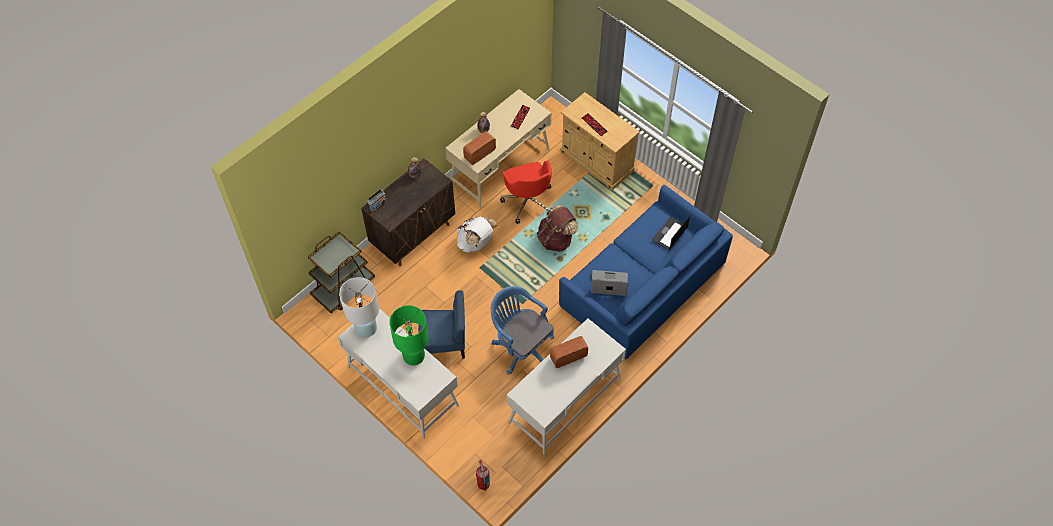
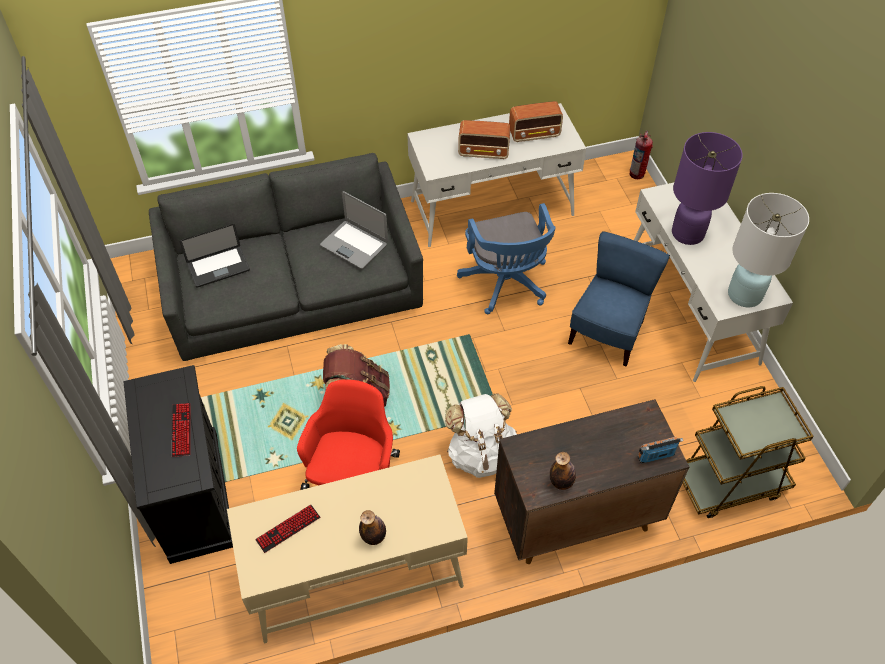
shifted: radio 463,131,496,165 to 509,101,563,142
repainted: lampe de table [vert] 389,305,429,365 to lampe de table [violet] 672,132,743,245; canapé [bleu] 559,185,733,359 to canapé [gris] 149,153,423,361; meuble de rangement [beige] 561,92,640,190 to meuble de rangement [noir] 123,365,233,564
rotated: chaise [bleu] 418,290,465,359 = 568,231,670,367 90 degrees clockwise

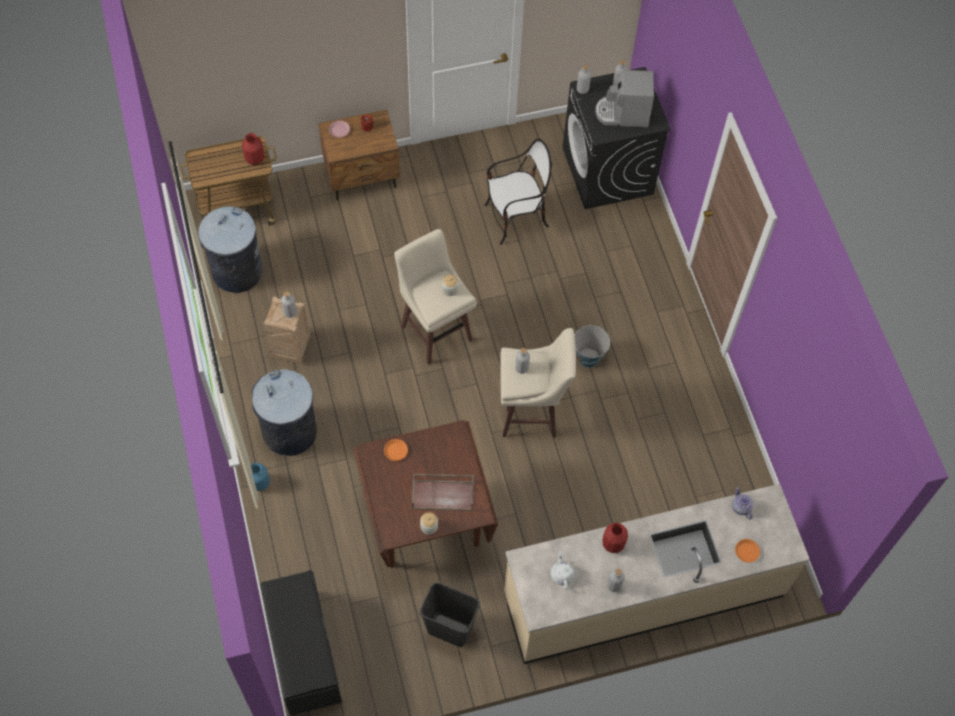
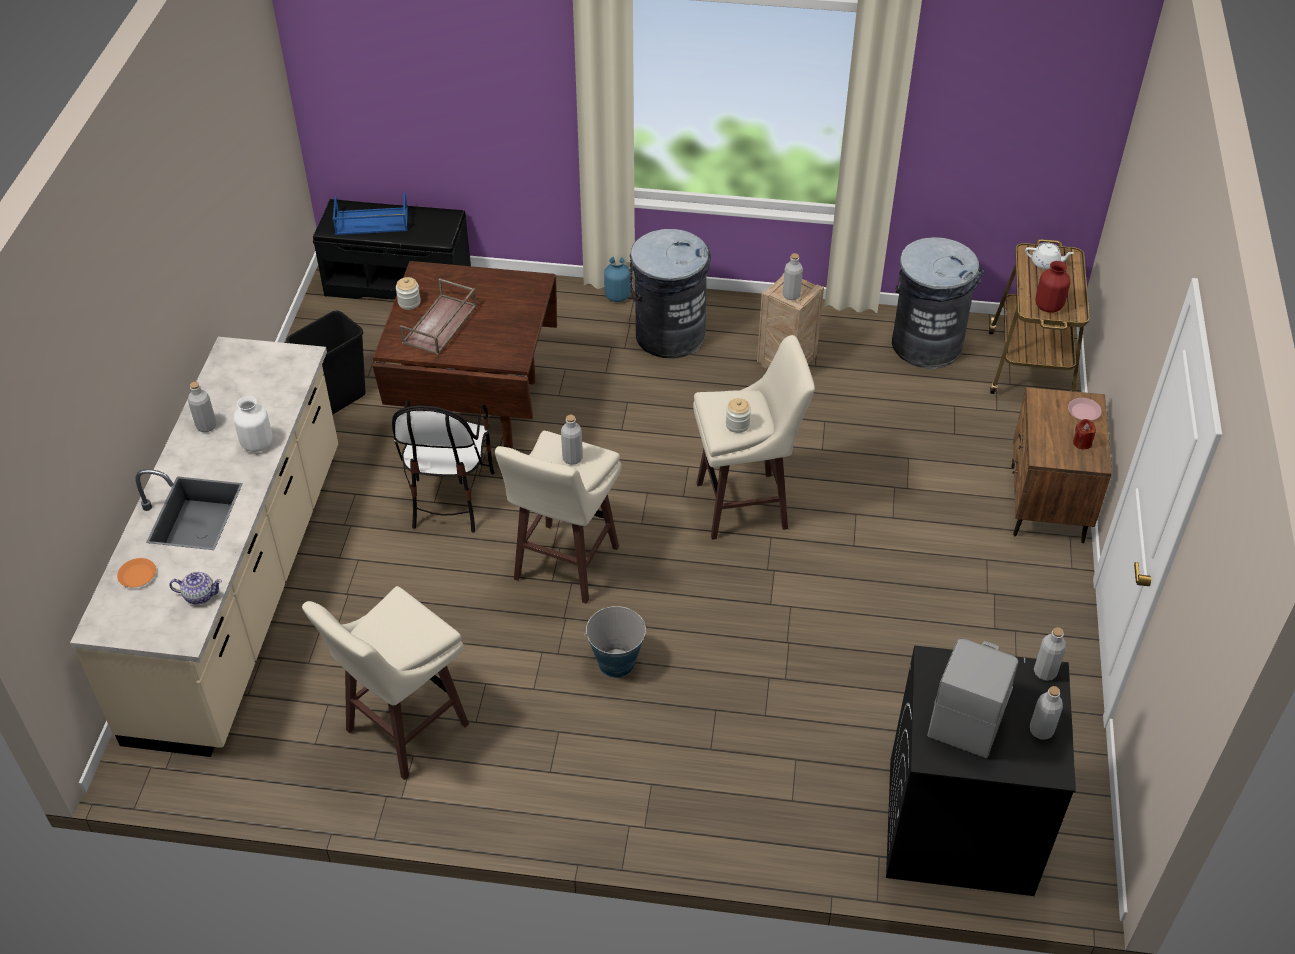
gone: assiette [orange] 384,439,408,461
new: tabouret [beige] 302,586,469,780; plateau [bleu] 333,193,408,235
shifted: chaise 485,139,552,245 to 392,400,495,533; théière [blanc] 551,551,575,589 to 1025,242,1074,270
repainted: vase [rouge] 602,523,628,553 to vase [blanc] 234,396,273,452

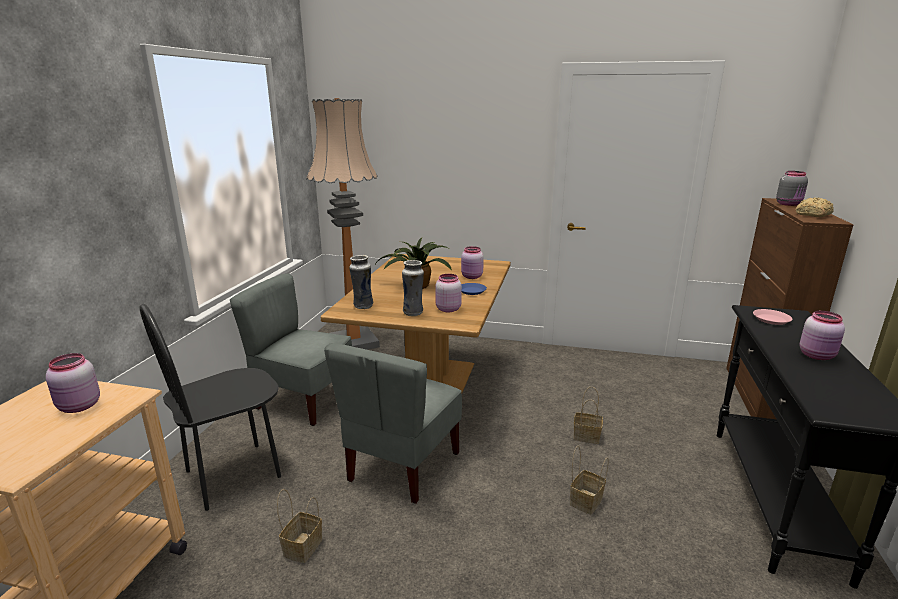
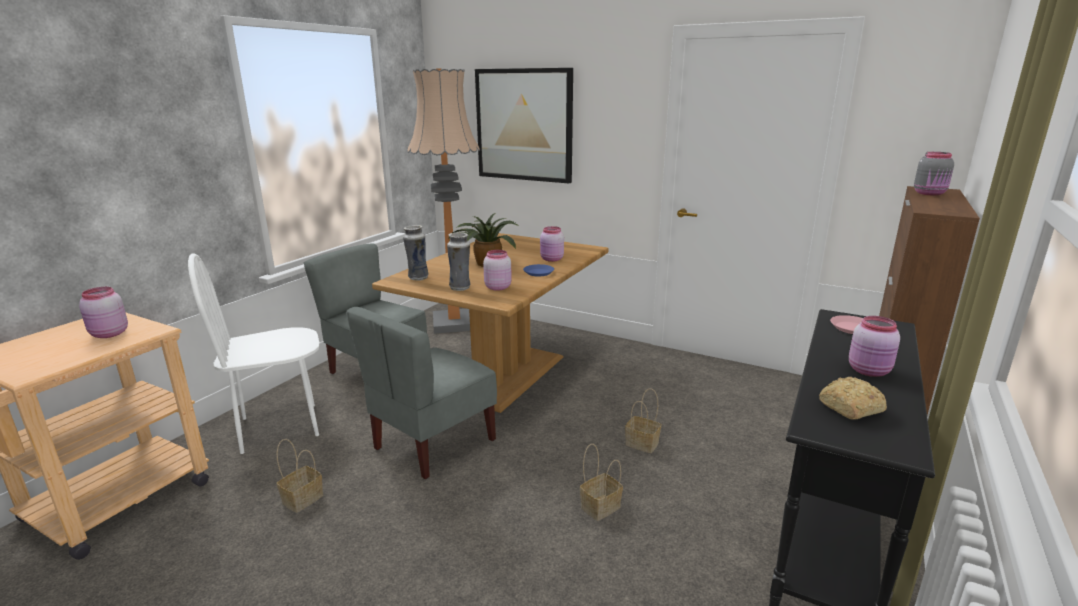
new: tableau 475,68,573,183
shifted: pain 795,197,834,217 to 819,377,887,420
repainted: chaise [noir] 139,304,281,511 to chaise [blanc] 188,253,319,454

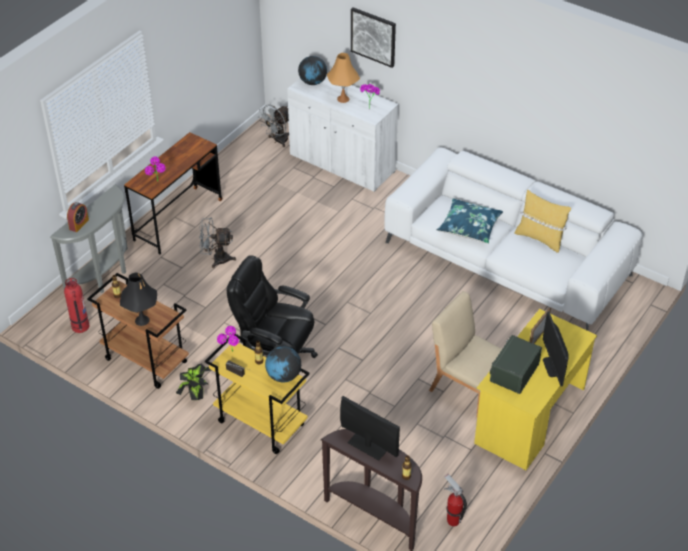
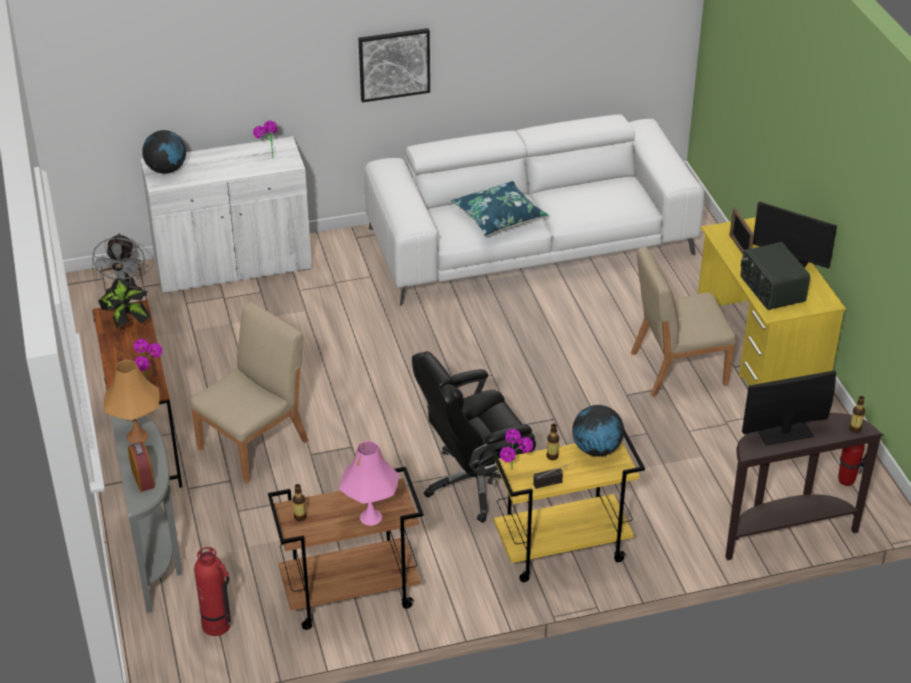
gone: coussin [jaune] 514,190,571,253
shifted: plante en pot 176,363,212,400 to 98,278,150,329; lampe de table [orange] 327,53,360,103 to 104,360,160,444; tableau 351,7,396,68 to 358,28,430,103
swapped: ventilateur [gris] 199,218,236,268 to chaise [beige] 190,302,309,484
repainted: lampe de table [noir] 120,273,157,326 to lampe de table [rose] 339,441,399,526

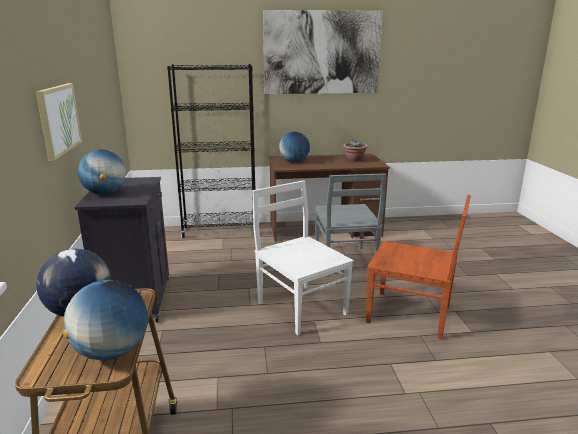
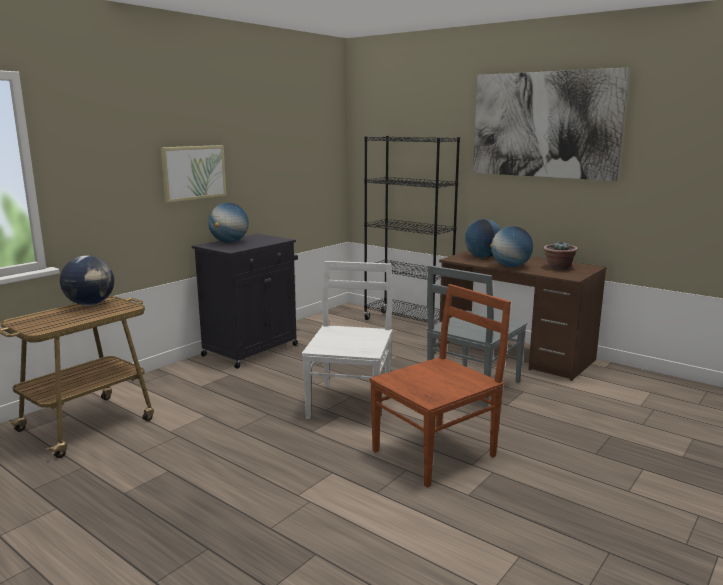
shifted: globe 63,280,148,360 to 490,226,533,267
rotated: chaise [marron] 366,195,471,339 = 369,284,511,487 105 degrees counterclockwise

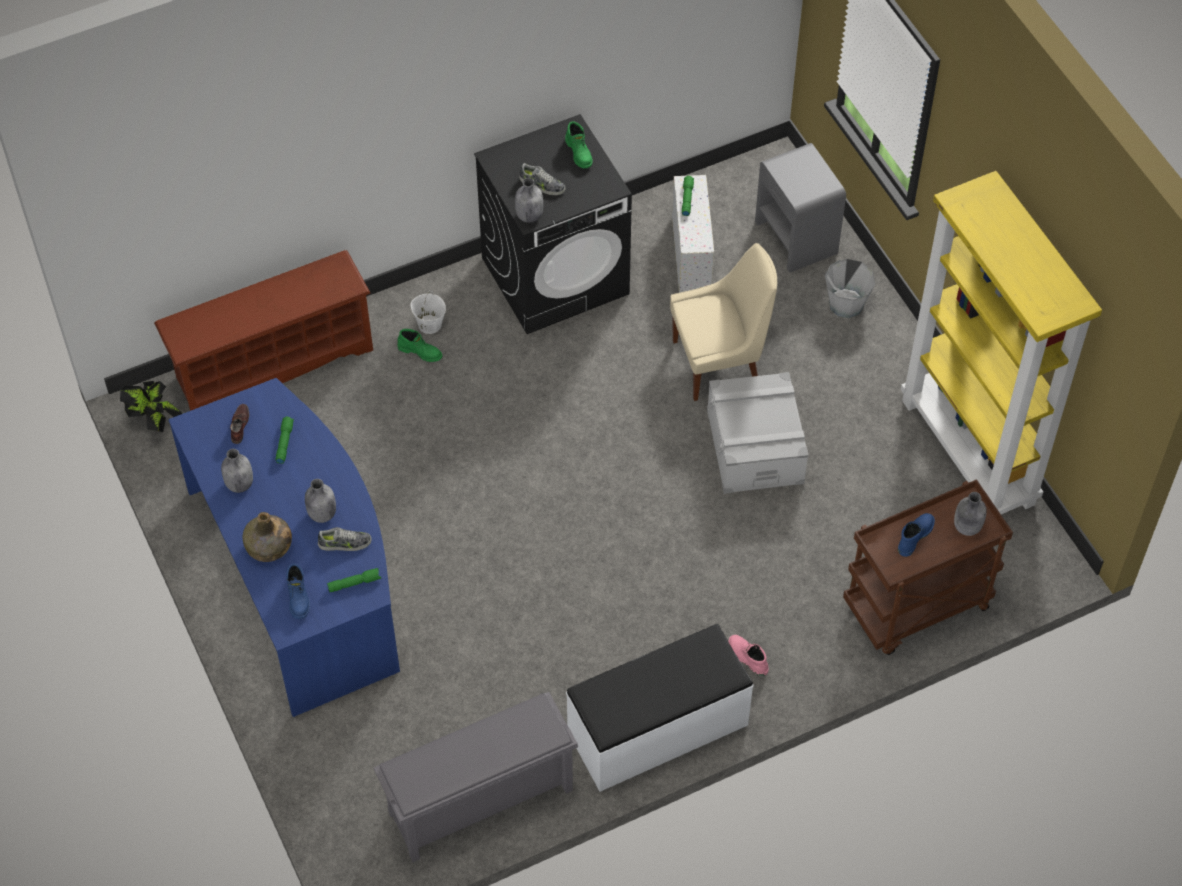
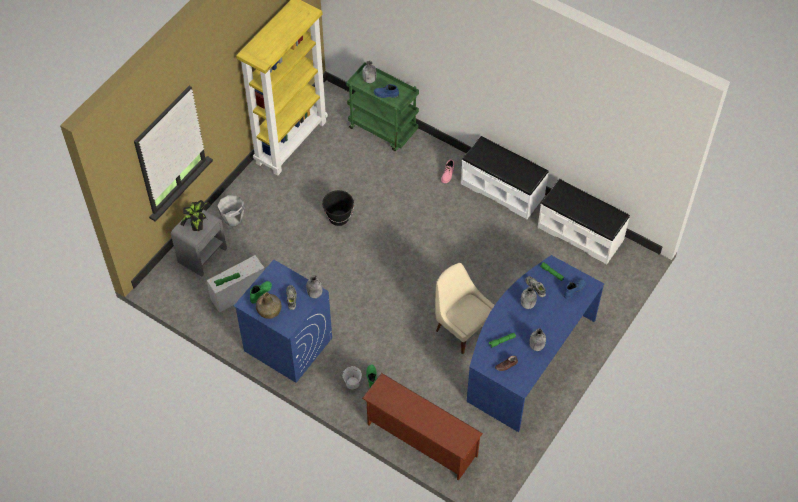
shifted: plante en pot 120,381,182,432 to 180,200,211,231; bouteille [vert] 243,512,292,562 to 256,292,281,319; chaise [beige] 670,243,777,401 to 435,263,495,354
swapped: étagère à chaussures [gris] 374,692,578,862 to banc [blanc] 537,179,630,264; boîte de rangement [gris] 707,372,809,494 to seau [noir] 322,190,354,226
repainted: lave-linge [noir] 474,114,632,334 to lave-linge [bleu] 234,260,332,383; chariot [marron] 843,479,1013,655 to chariot [vert] 346,62,419,151

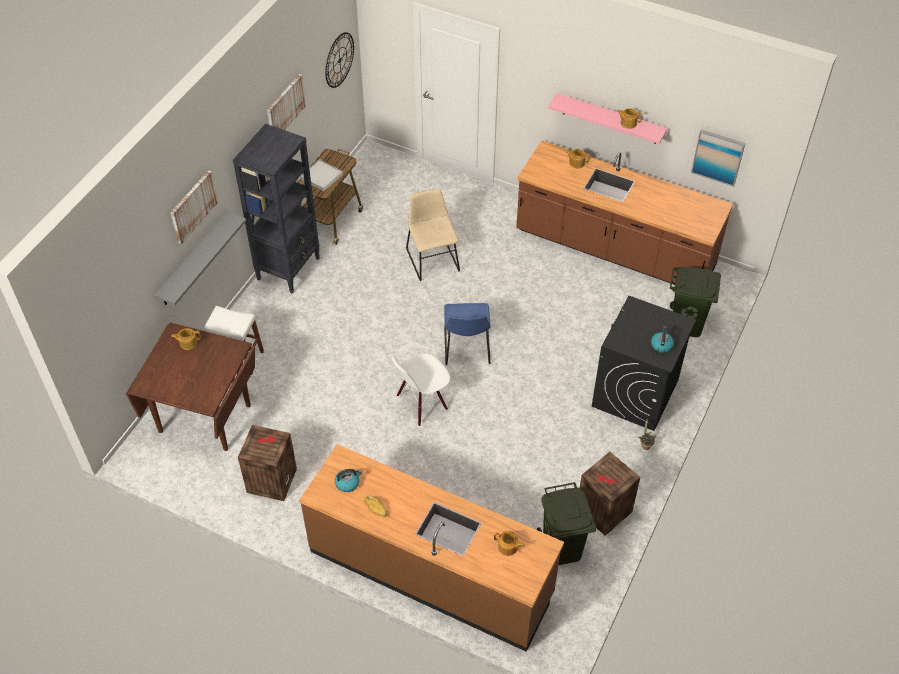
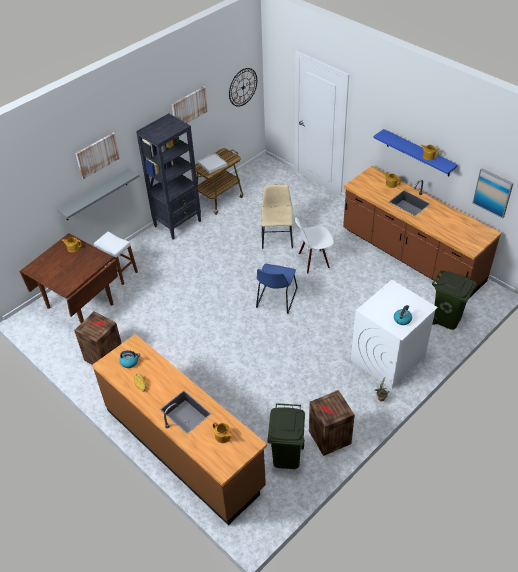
shifted: chaise [blanc] 392,353,450,426 to 295,218,334,274
repainted: étagère [rose] 548,93,668,144 to étagère [bleu] 374,129,458,177; lave-linge [noir] 592,296,696,431 to lave-linge [blanc] 351,280,438,389

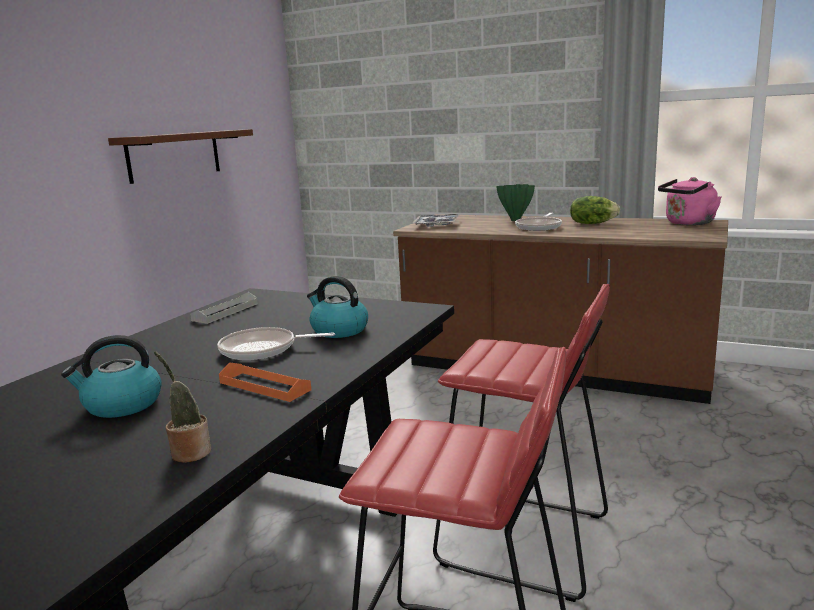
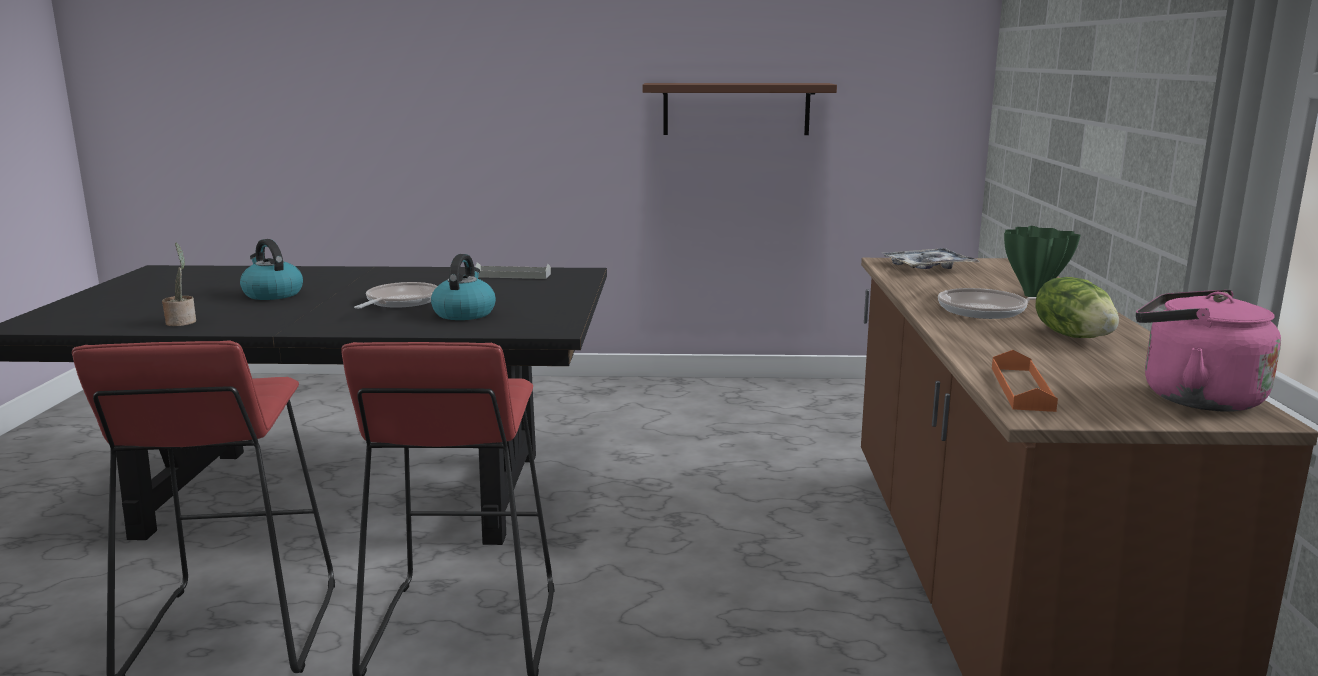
shifted: plateau [orange] 219,362,311,402 to 992,350,1058,412
rotated: poêle 217,327,335,360 = 354,282,437,309 45 degrees clockwise

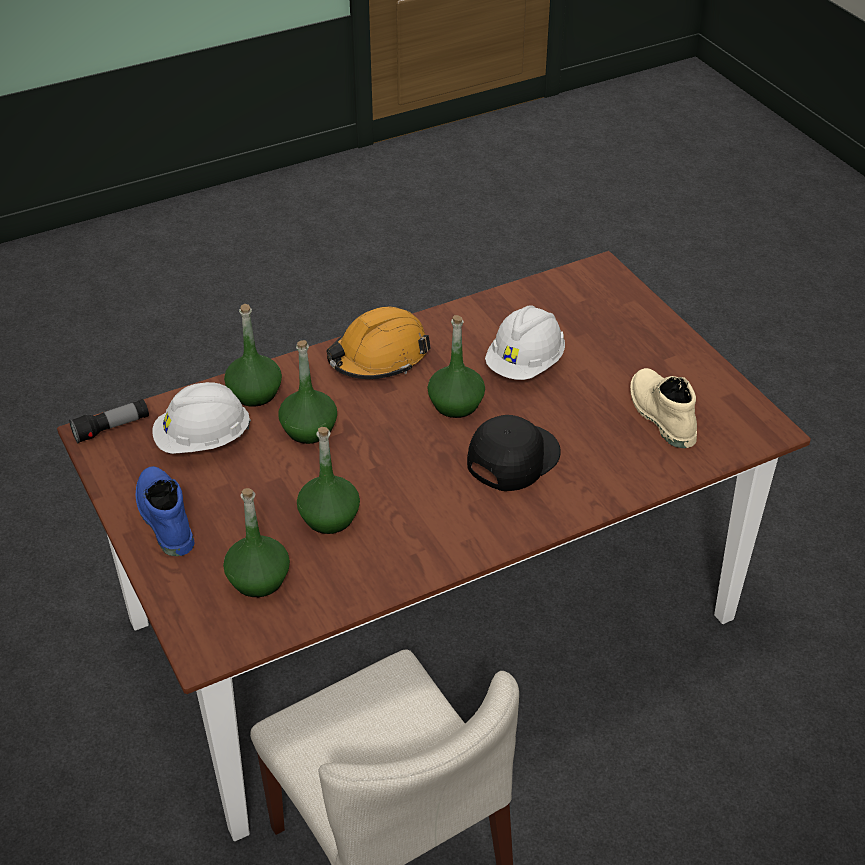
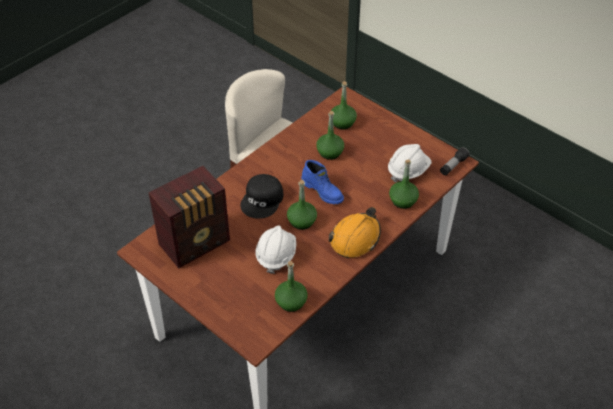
shifted: botte [bleu] 136,466,195,556 to 301,160,344,204; bouteille [vert] 279,340,337,444 to 275,261,308,312
swapped: botte [beige] 630,368,697,448 to radio 148,166,230,269

